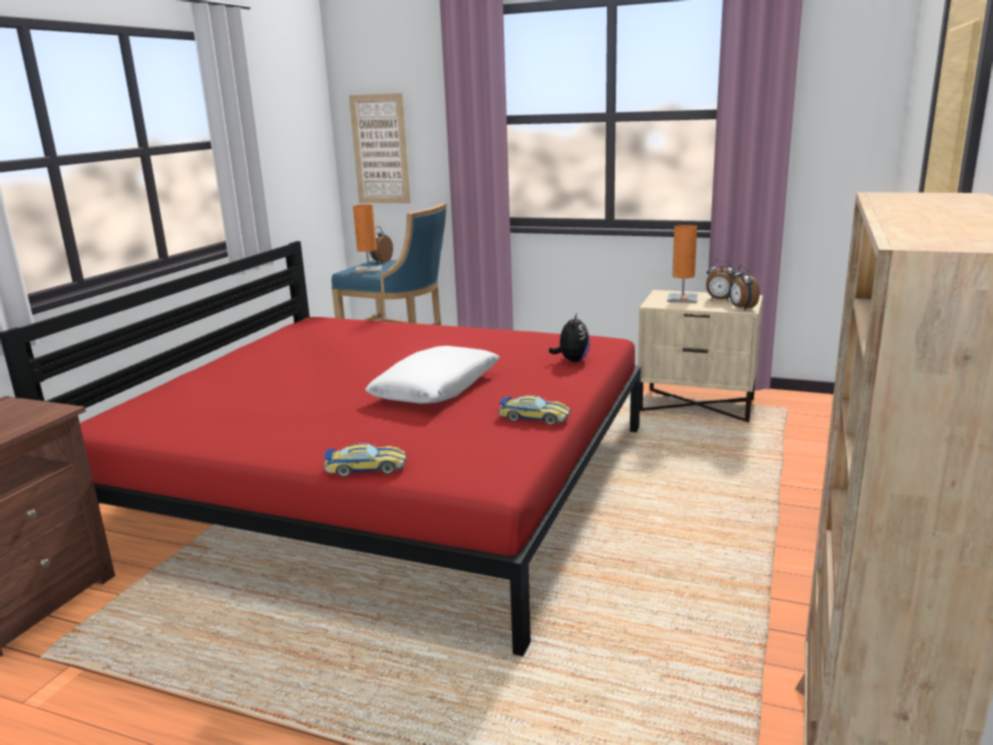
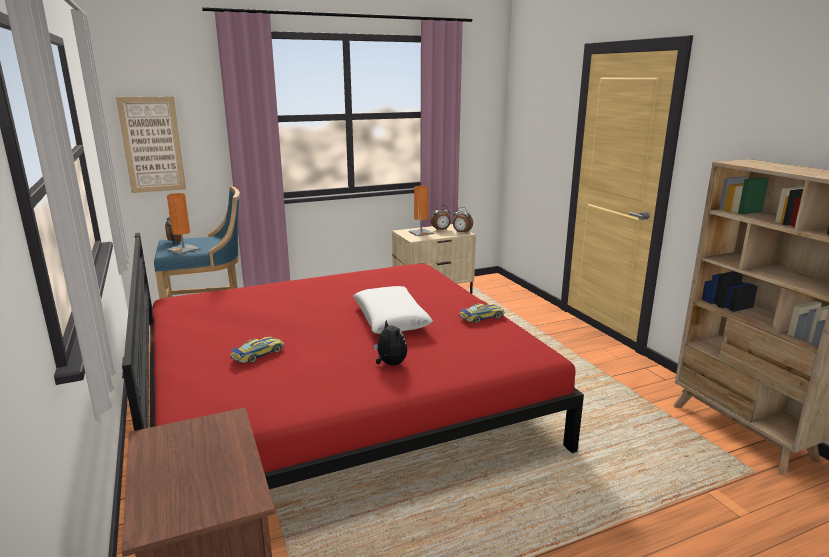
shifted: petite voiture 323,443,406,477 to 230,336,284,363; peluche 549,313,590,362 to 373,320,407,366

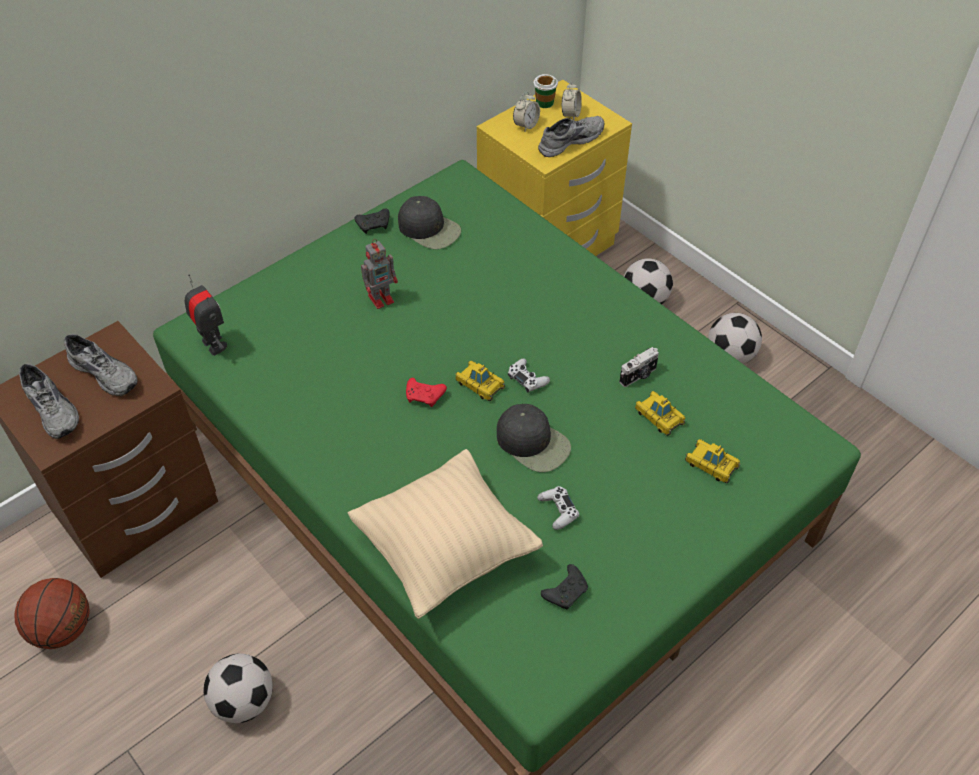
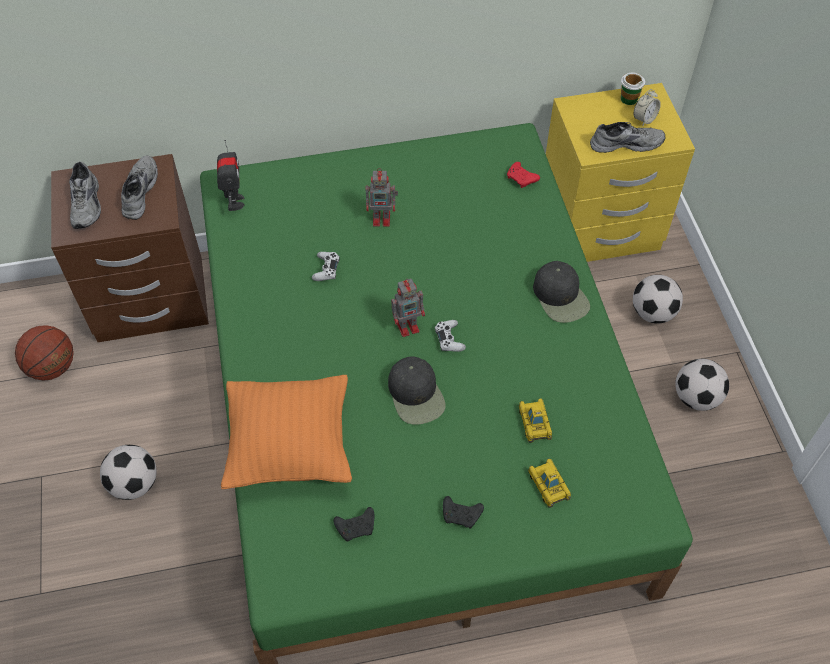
gone: réveil 513,92,540,131; appareil photo 619,347,659,387
shifted: manette [noir] 355,209,390,234 to 443,496,484,529; casquette [noir] 398,196,461,249 to 533,261,590,323; manette [rouge] 406,378,447,407 to 507,162,540,188; manette [blanc] 537,486,579,530 to 312,252,340,281
swapped: petite voiture 455,361,505,401 to robot jouet 391,279,425,337
repainted: coussin [beige] 348,449,543,619 to coussin [orange] 221,375,352,489
rotated: chaussure [gris] 64,334,137,396 = 121,156,158,220 150 degrees counterclockwise

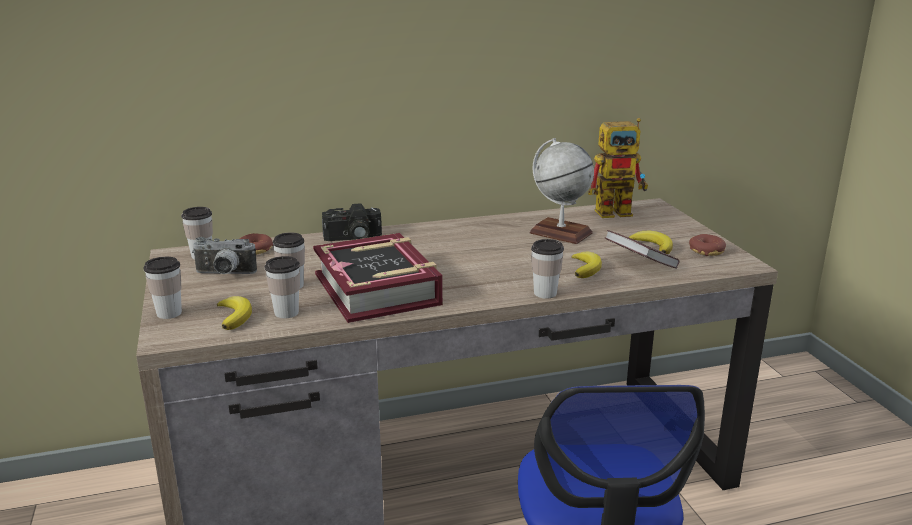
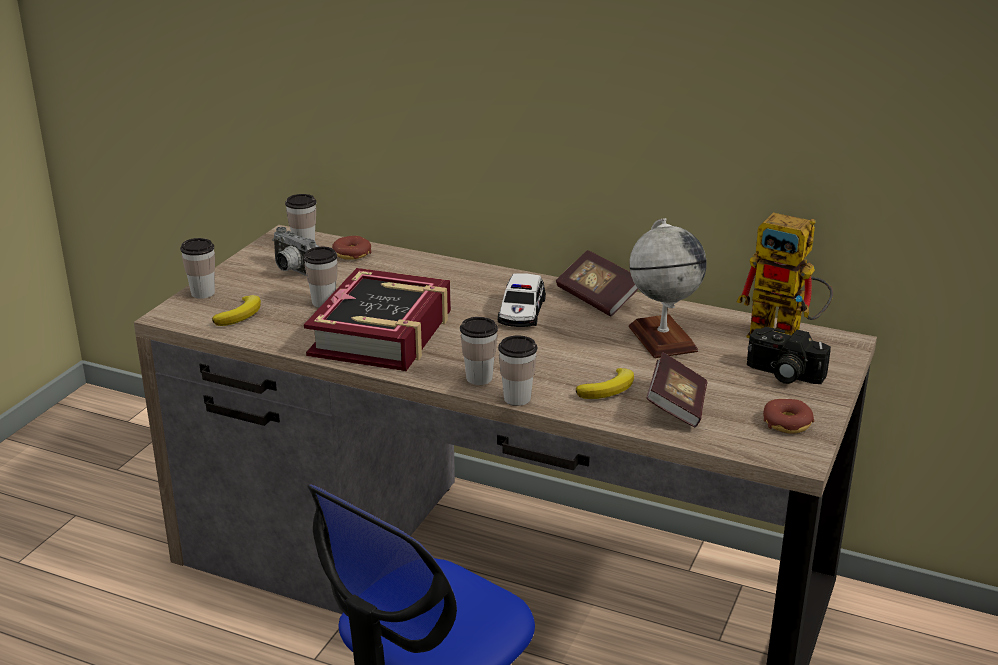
gone: banane 629,230,673,254
new: petite voiture 498,273,546,327; livre 556,250,638,316
shifted: tasse 265,256,300,319 to 460,317,498,385; appareil photo 322,203,382,241 to 747,327,831,384

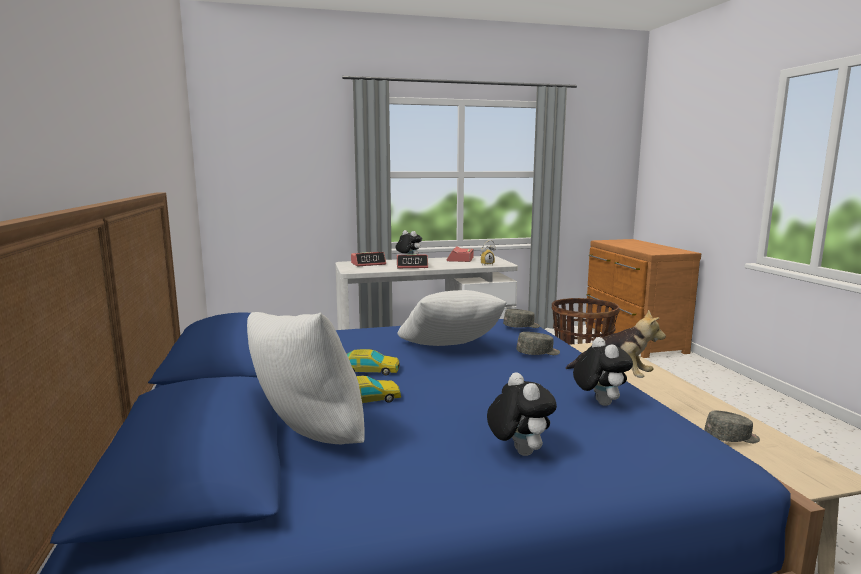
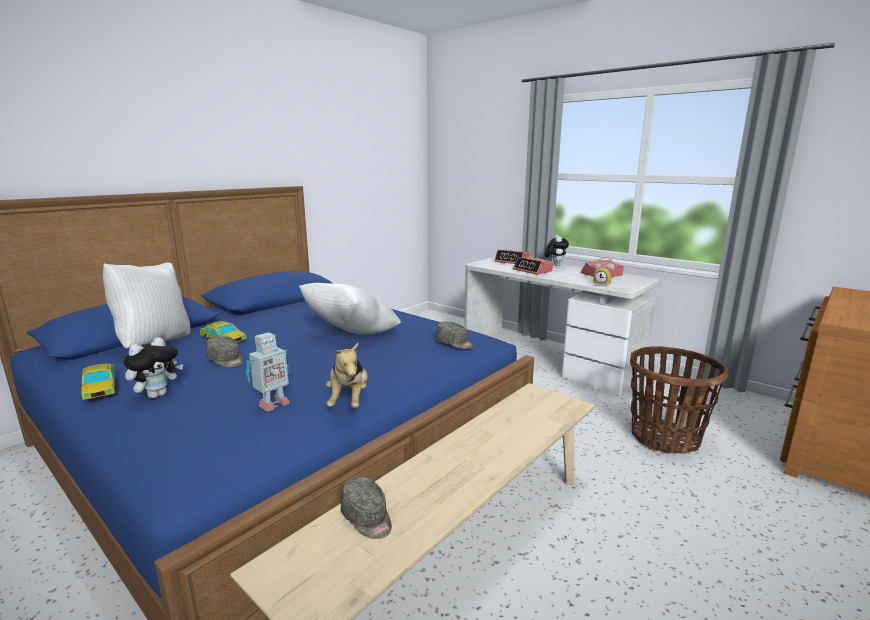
shifted: petite voiture 347,349,400,375 to 81,364,115,400; casquette [gris] 517,332,560,355 to 206,336,243,367
swapped: peluche 573,337,633,406 to robot jouet 246,332,290,412

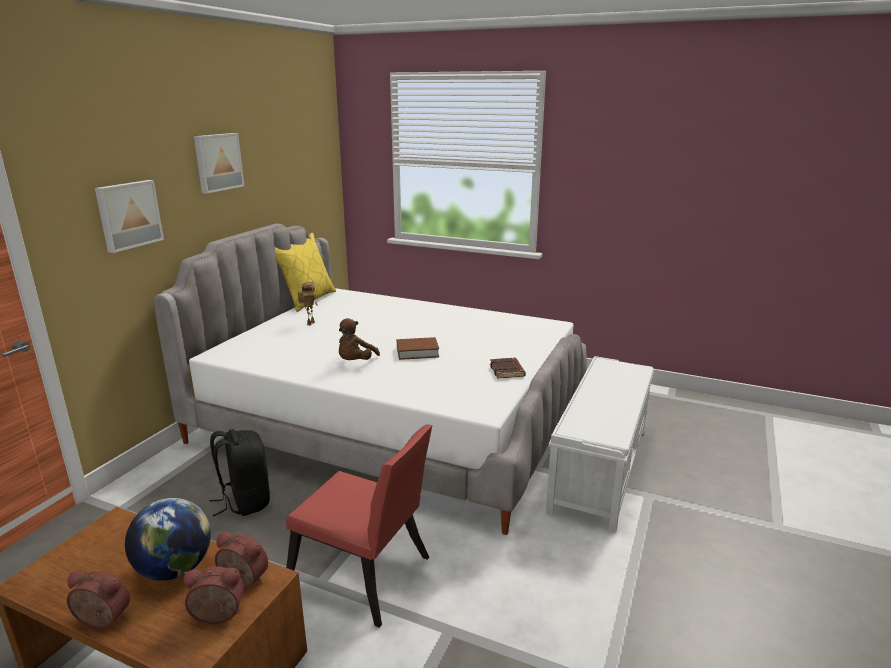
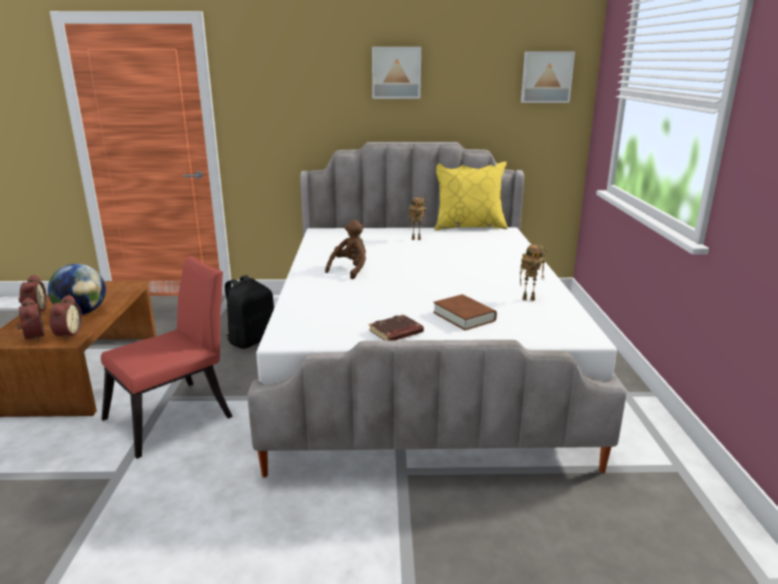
gone: banc [blanc] 546,356,654,533
new: robot jouet 520,245,547,301
shifted: tableau 95,180,164,253 to 521,52,575,103; livre [marron] 397,337,439,360 to 433,294,497,330
rotated: chaise [rouge] 286,425,432,628 = 100,256,233,459 135 degrees counterclockwise; peluche [marron] 339,318,380,360 = 325,220,366,279 120 degrees clockwise

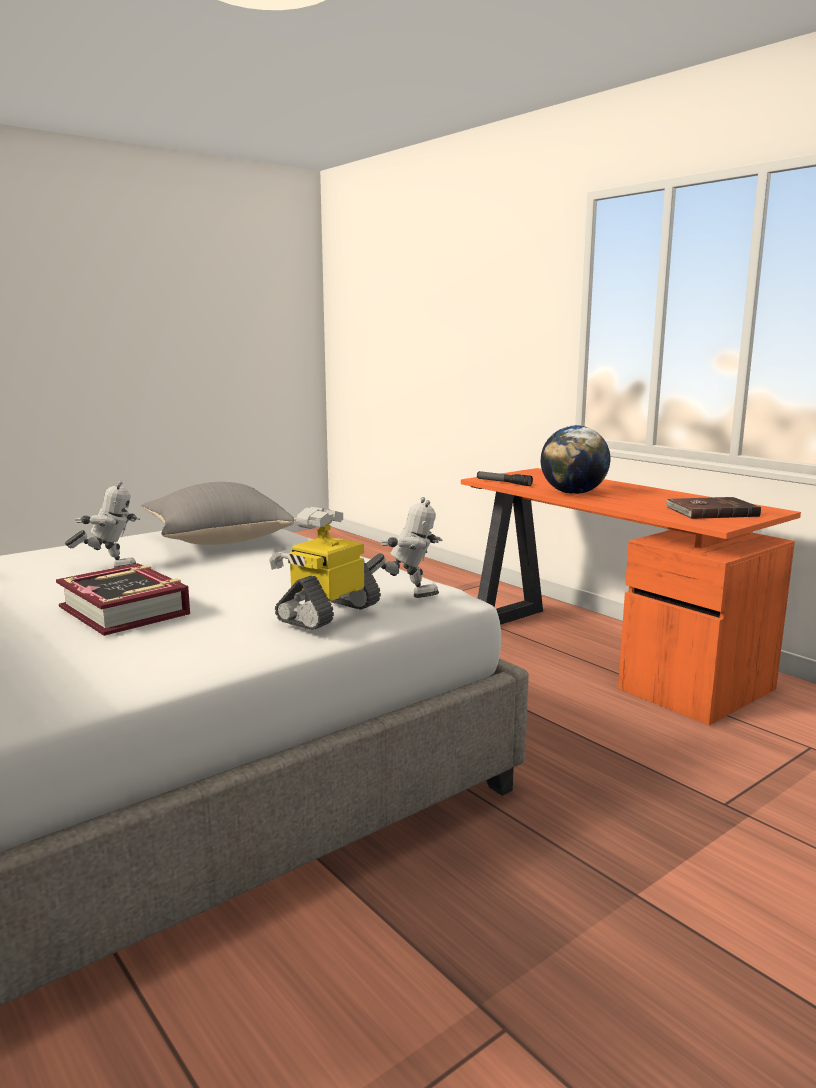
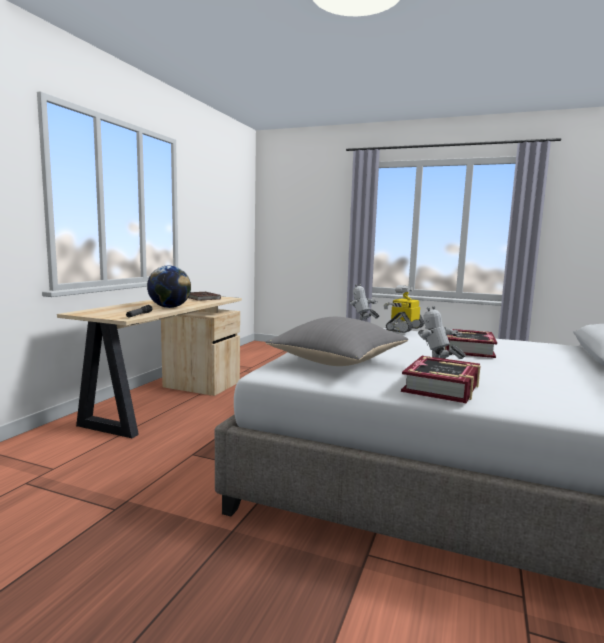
new: livre 401,356,481,403
repainted: bureau [orange] 461,468,801,725 to bureau [beige] 57,296,242,438
rotated: robot jouet 269,507,381,630 = 384,285,424,333 120 degrees clockwise

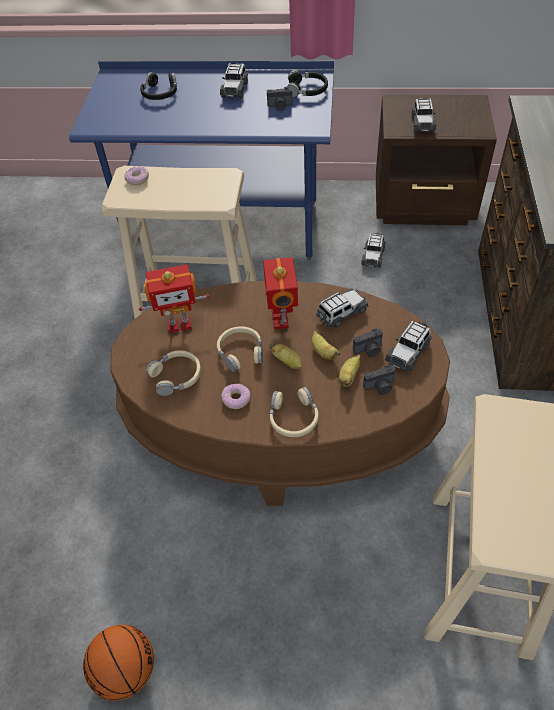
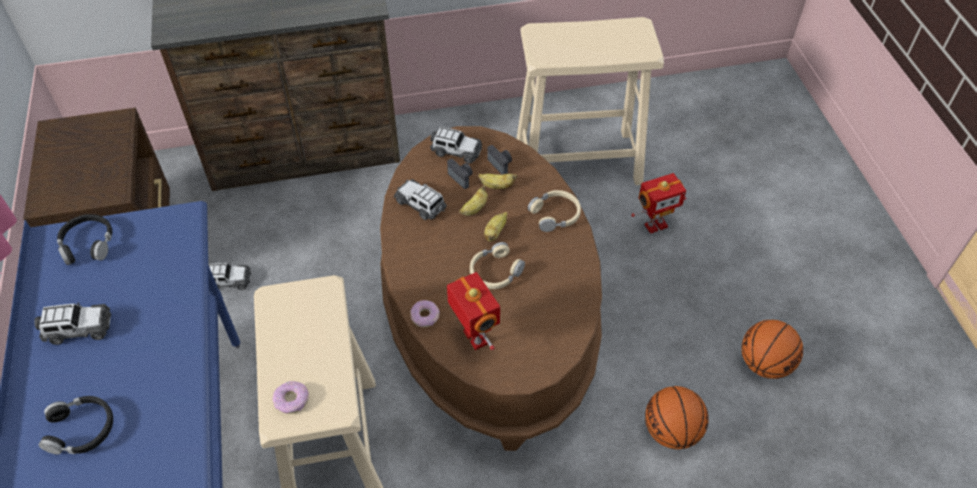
gone: casque audio [beige] 146,350,201,396; appareil photo 267,87,293,111; petite voiture 412,98,436,132
new: ballon de basket 645,386,709,449
shifted: beignet 221,384,250,409 to 410,300,440,327; robot jouet 263,257,298,329 to 631,173,686,234

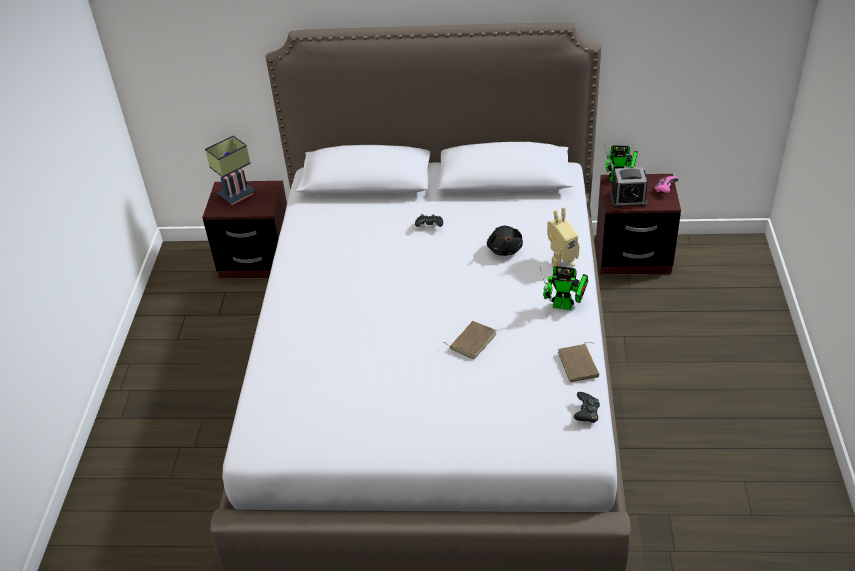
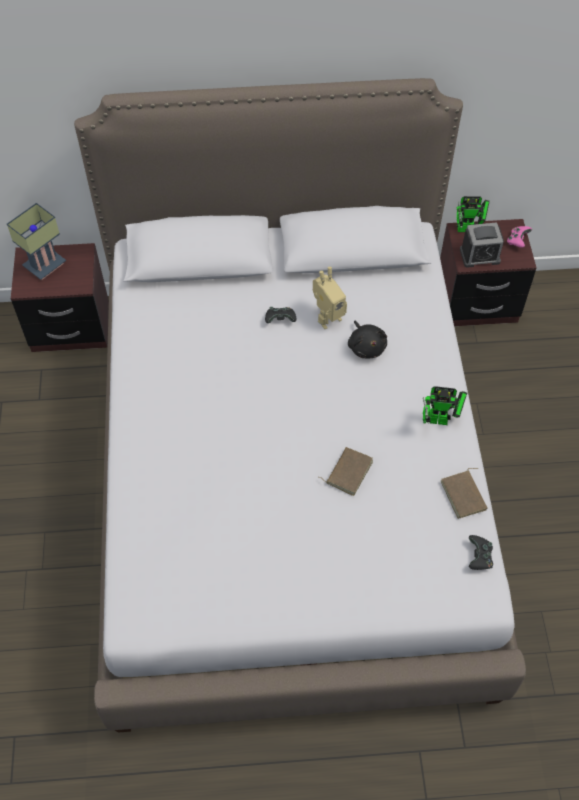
shifted: robot jouet 547,207,580,267 to 313,267,347,329

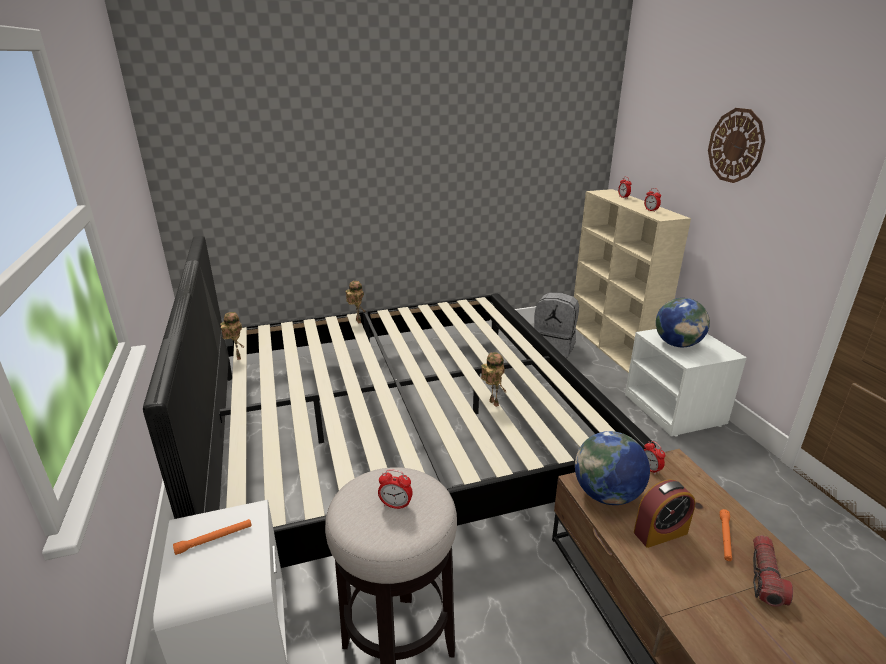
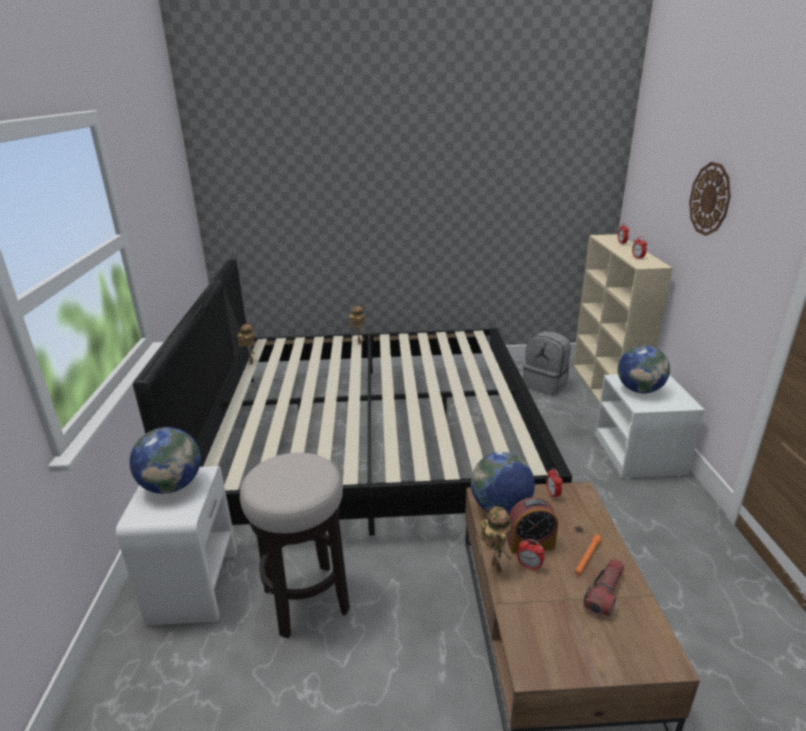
shifted: réveil 378,469,413,510 to 517,539,544,571; robot jouet 481,352,507,407 to 480,506,513,574
swapped: lampe de poche [orange] 173,519,252,555 to globe 130,427,201,494

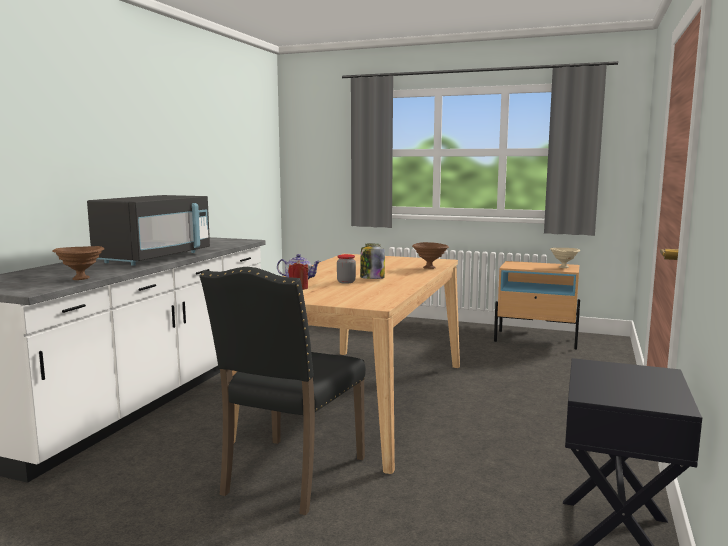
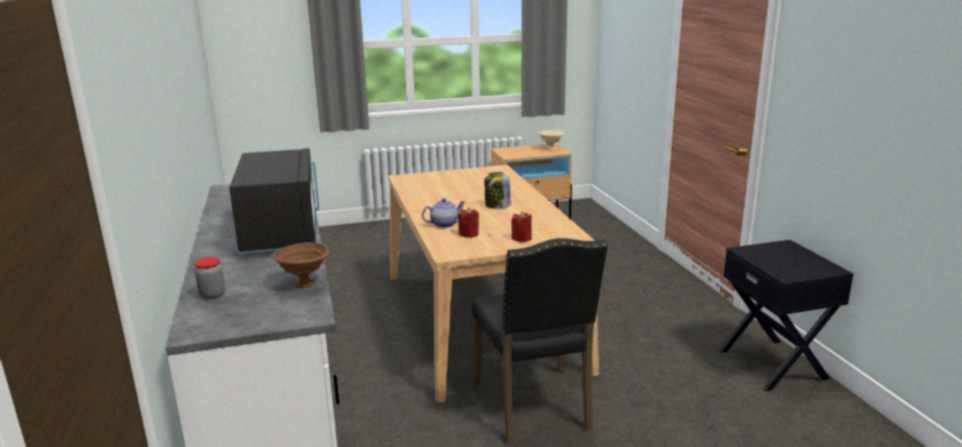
gone: bol [marron] 412,242,449,269
new: bougie [rouge] 511,211,532,242
shifted: bocal 337,254,356,284 to 194,257,225,299

